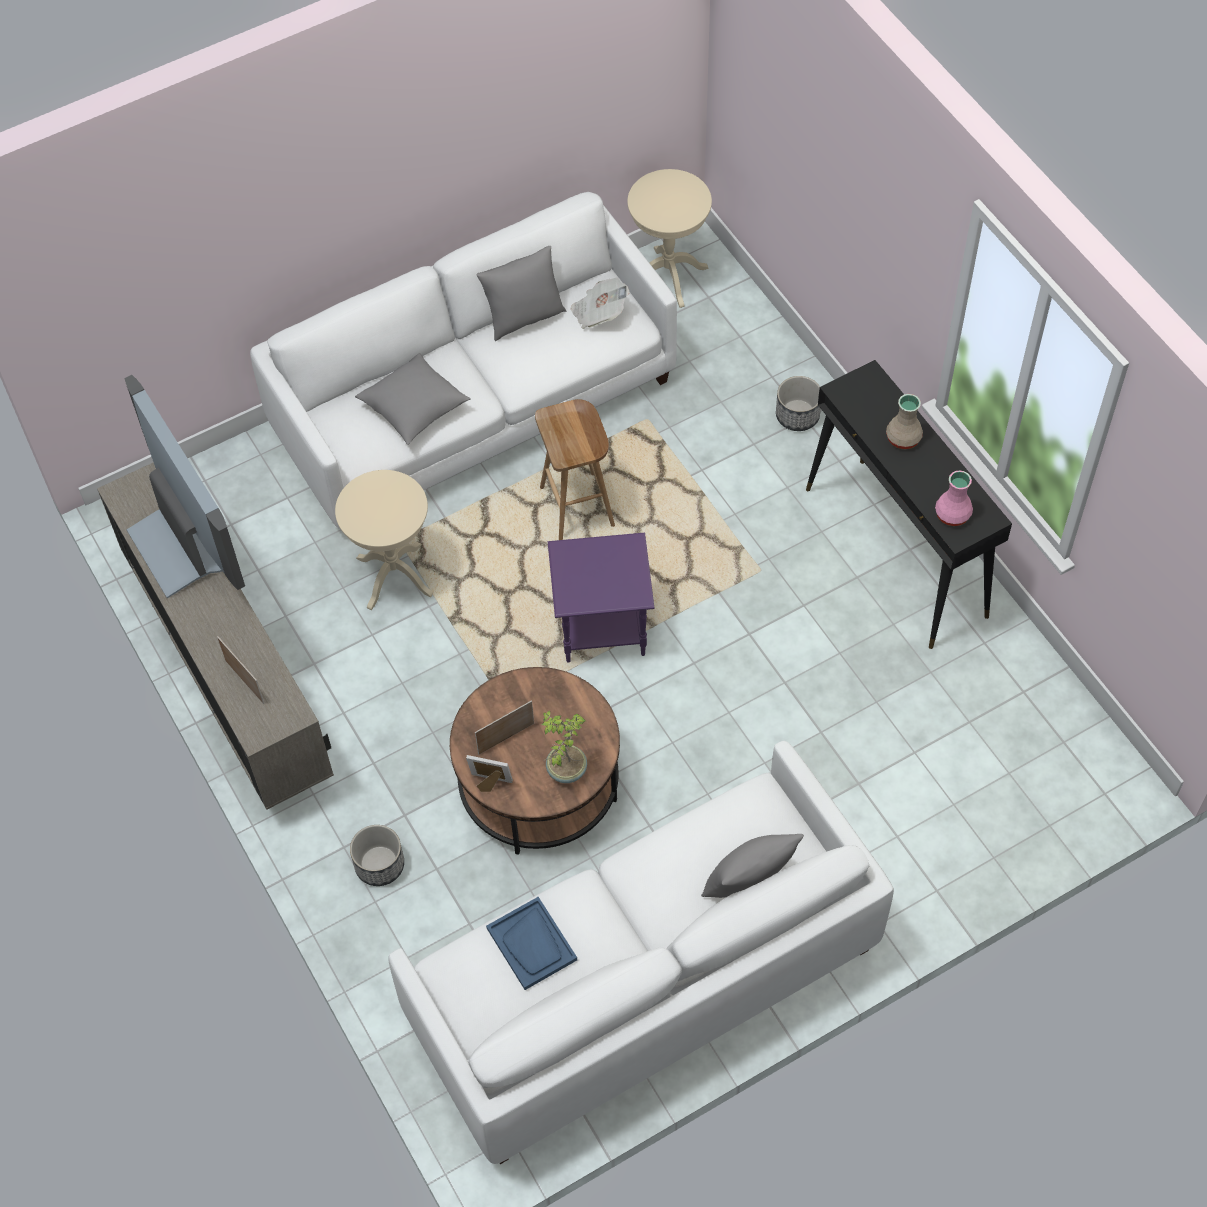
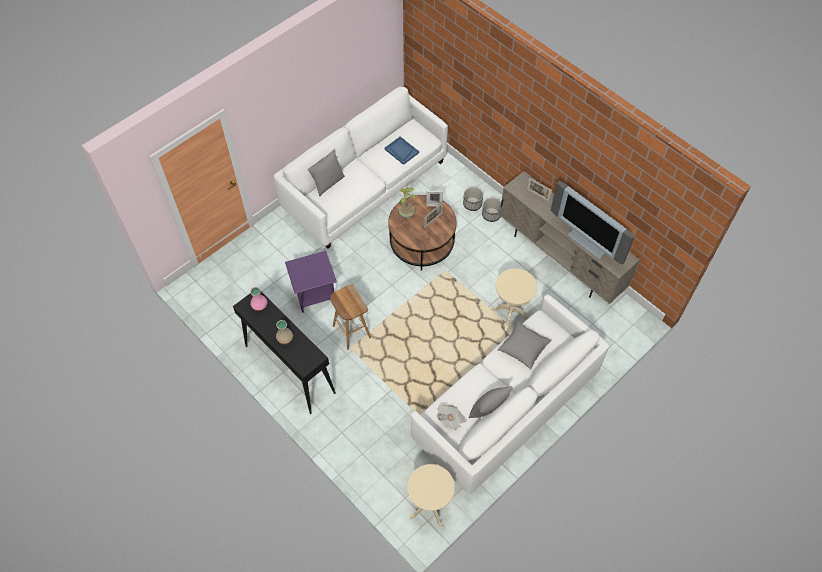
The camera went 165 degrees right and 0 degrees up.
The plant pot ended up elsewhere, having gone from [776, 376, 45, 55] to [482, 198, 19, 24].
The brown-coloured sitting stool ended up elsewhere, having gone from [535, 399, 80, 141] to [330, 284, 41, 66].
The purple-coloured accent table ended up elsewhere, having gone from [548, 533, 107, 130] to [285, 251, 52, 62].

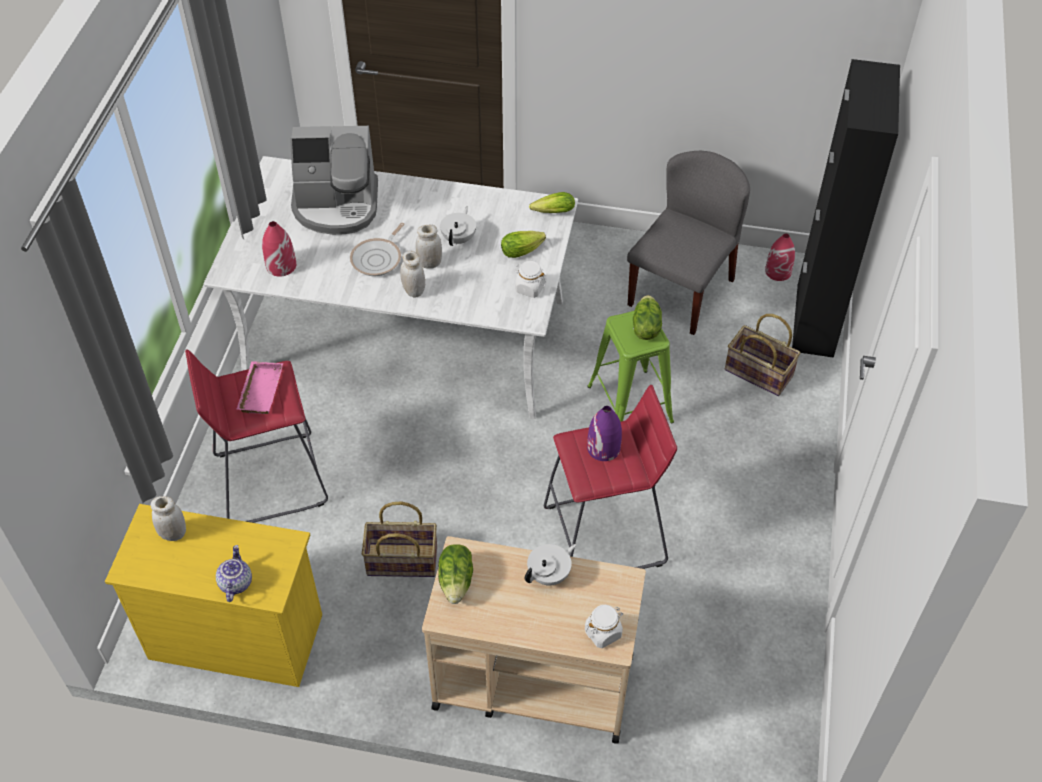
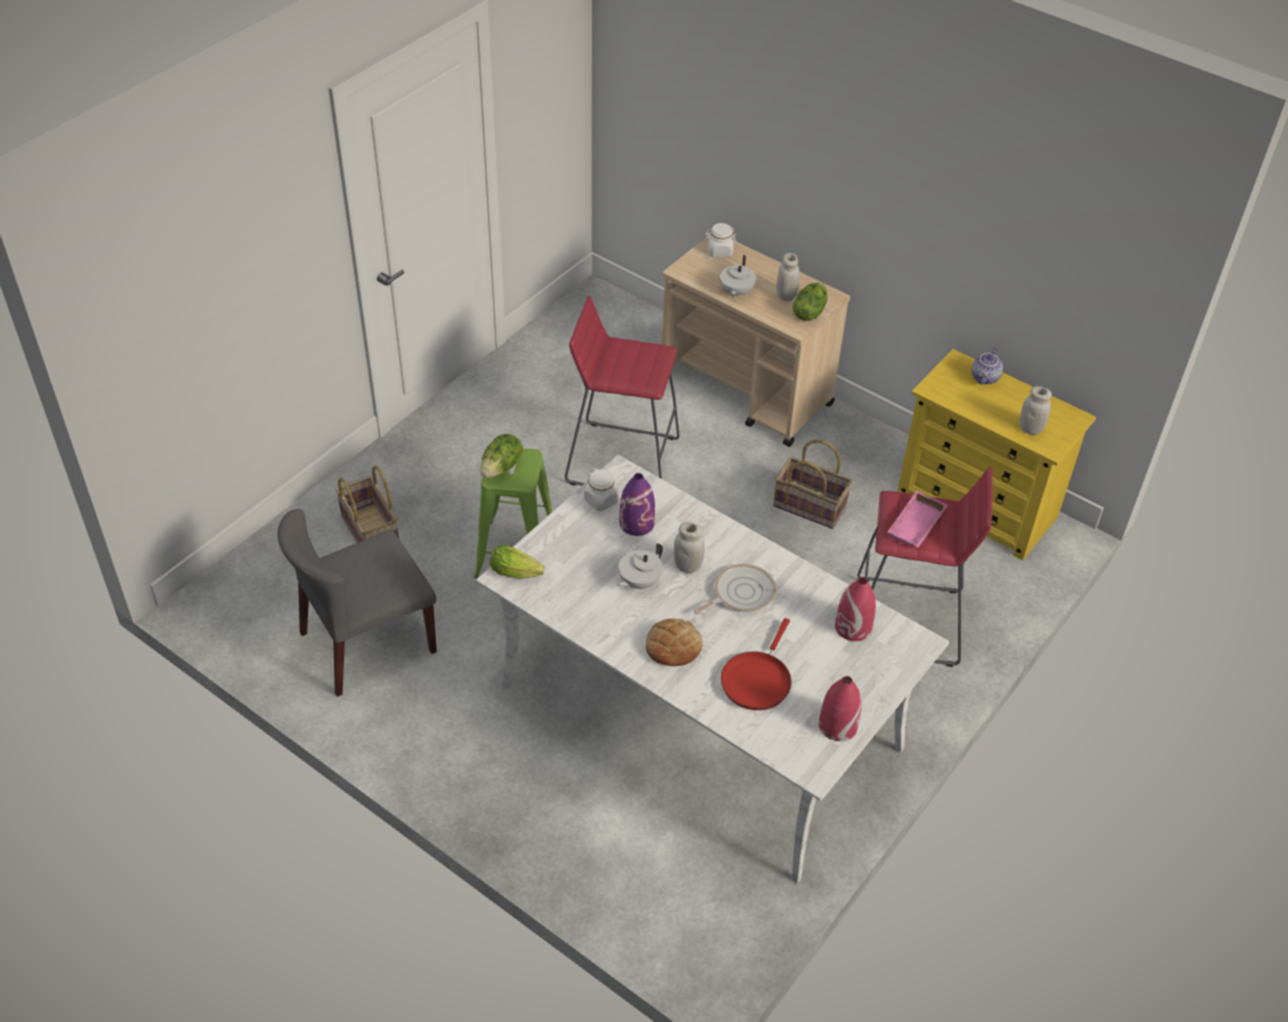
The camera went 155 degrees left and 5 degrees down.
The second view lost the blackish cupboard at [792, 59, 108, 299].
Where the coffee maker stood at [290, 126, 88, 109], the red-coloured pan came to stand at [721, 618, 71, 92].
The second view lost the lettuce head at [501, 231, 45, 27].
The red-coloured flower vase ended up elsewhere, having gone from [765, 233, 30, 48] to [819, 676, 43, 65].
The whitish jar ended up elsewhere, having gone from [400, 251, 25, 46] to [777, 253, 23, 48].
The purple-coloured flower vase ended up elsewhere, having gone from [587, 406, 35, 55] to [619, 473, 36, 63].
The whitish pot for tea at [525, 544, 51, 42] ended up facing another way, 60 degrees counterclockwise from before.
The second view gained the bread at [646, 619, 57, 47].

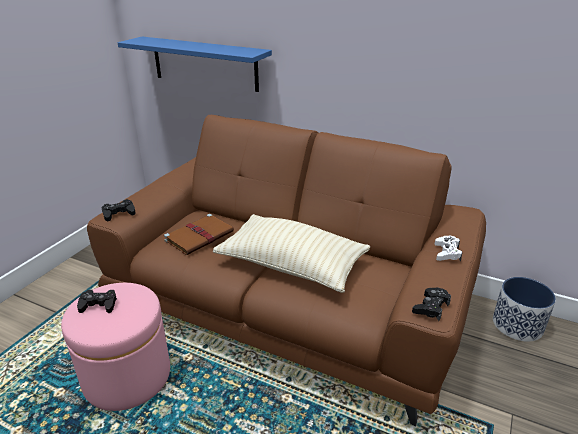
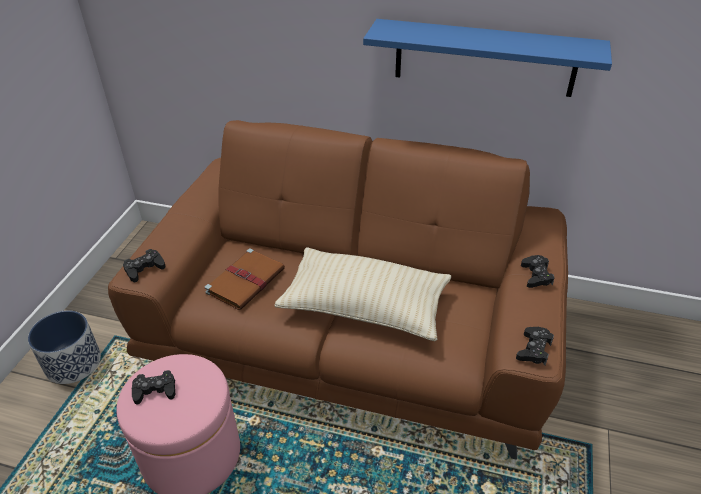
The camera went 10 degrees left and 10 degrees up.
The bluish wall shelf ended up elsewhere, having gone from [118, 37, 154, 55] to [363, 19, 249, 78].
What was the whitish joypad at [435, 236, 27, 25] turned into the blackish joypad at [521, 255, 34, 33].
The plant pot ended up elsewhere, having gone from [493, 277, 63, 65] to [28, 310, 73, 74].

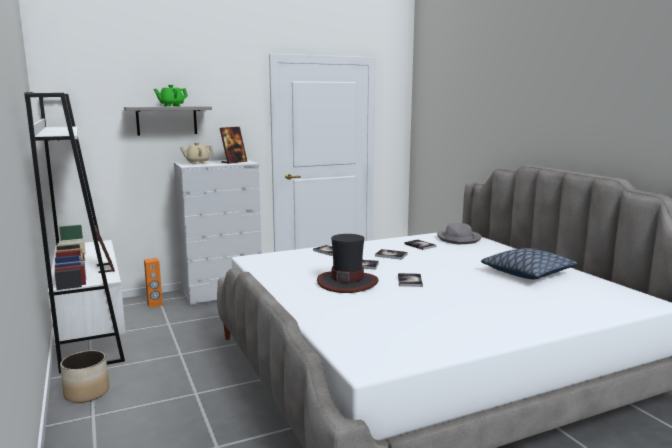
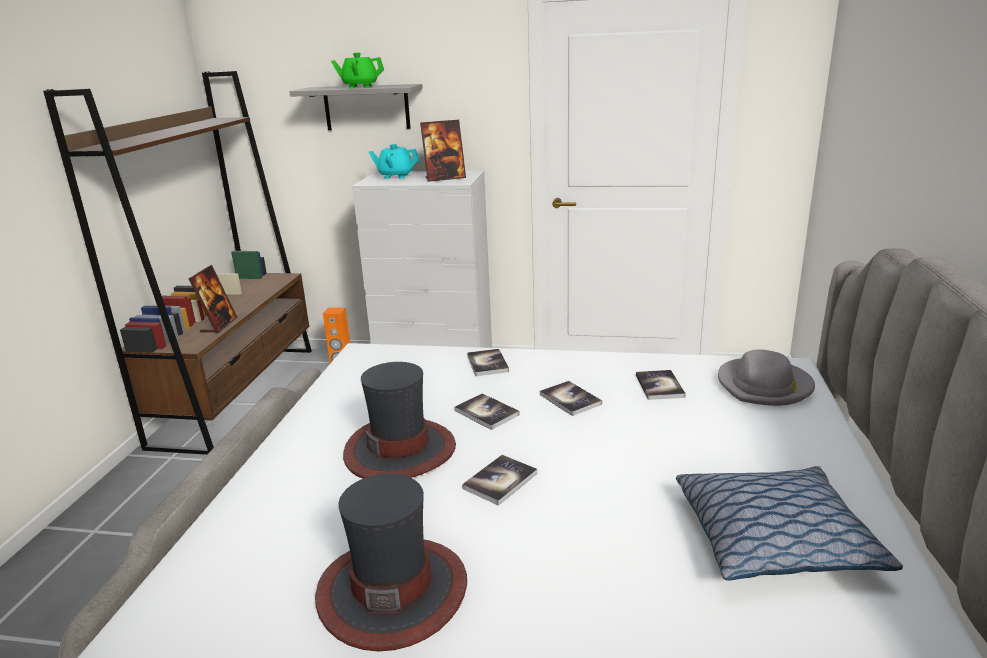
The camera went 35 degrees right and 10 degrees up.
What was the whitish bookcase at [24, 92, 102, 281] turned into the brown-coloured bookcase at [43, 71, 269, 384].
What was the sand-coloured pot for tea at [180, 142, 34, 22] turned into the turquoise pot for tea at [369, 144, 50, 35].
The second view lost the plant pot at [60, 351, 49, 52].
The second view gained the clothing hat at [315, 474, 152, 177].

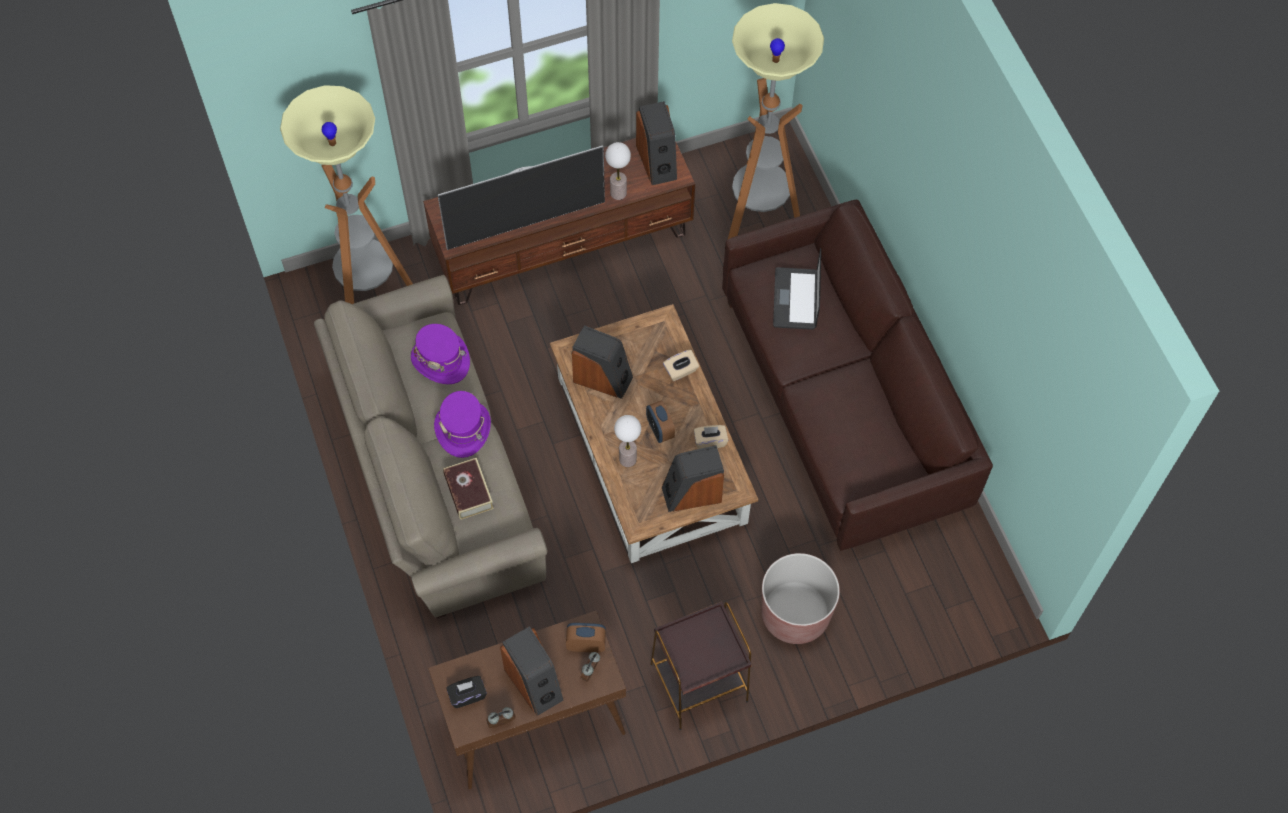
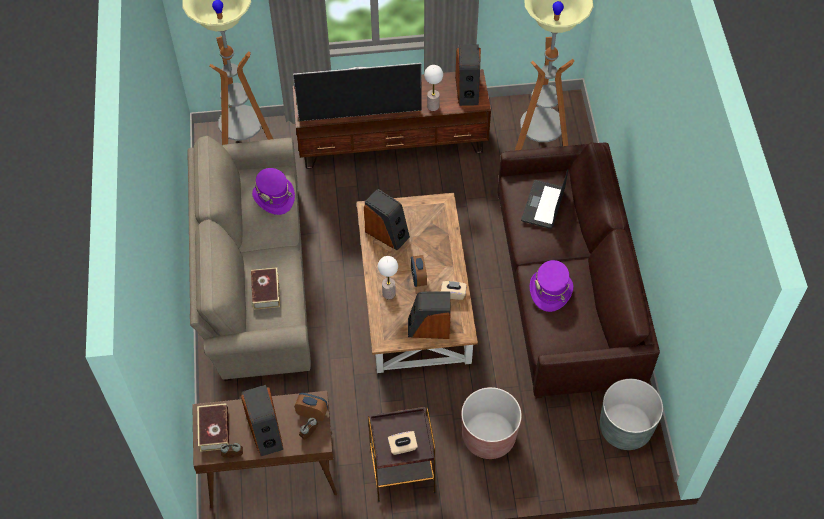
The camera went 15 degrees right and 5 degrees down.
The sand-coloured box of tissues ended up elsewhere, having gone from [663, 350, 36, 31] to [388, 431, 30, 24].
The purple-coloured clothing hat ended up elsewhere, having gone from [434, 391, 57, 67] to [530, 260, 43, 52].
Where the blackish box of tissues stood at [446, 676, 41, 32], the book came to stand at [197, 403, 32, 49].
The second view gained the greyish plant pot at [600, 379, 63, 71].

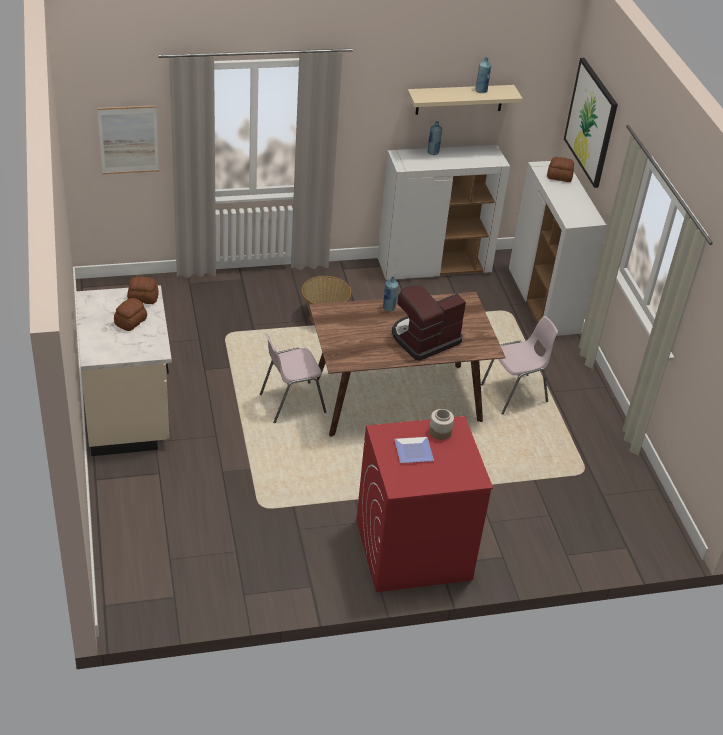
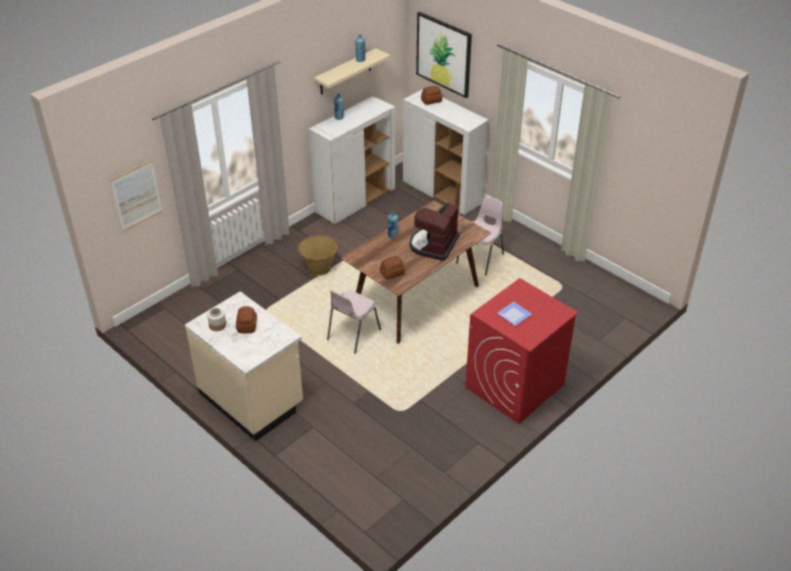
The camera went 30 degrees left and 0 degrees up.
The bread ended up elsewhere, having gone from [127, 276, 32, 28] to [380, 256, 25, 23].
The jar ended up elsewhere, having gone from [429, 409, 25, 31] to [207, 308, 19, 23].

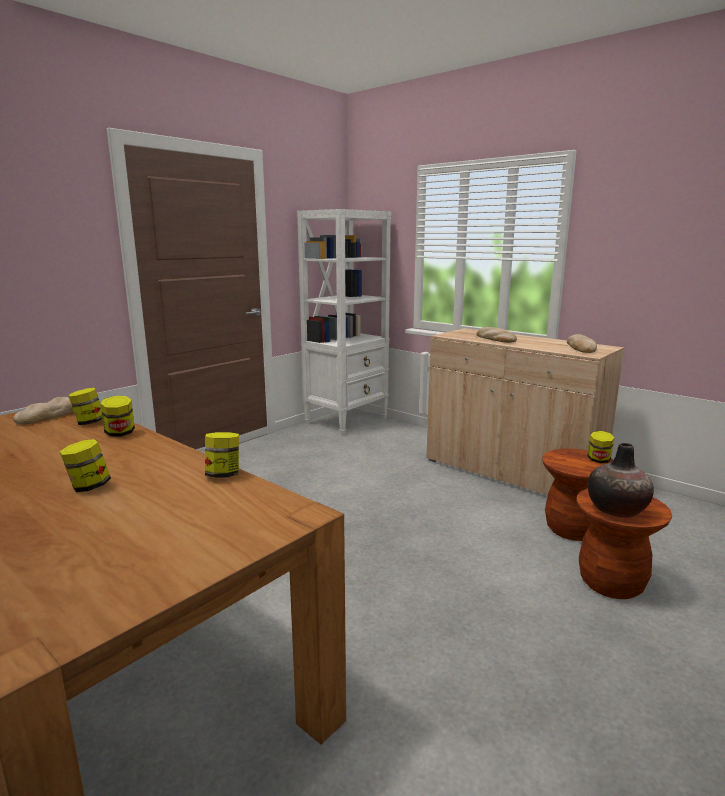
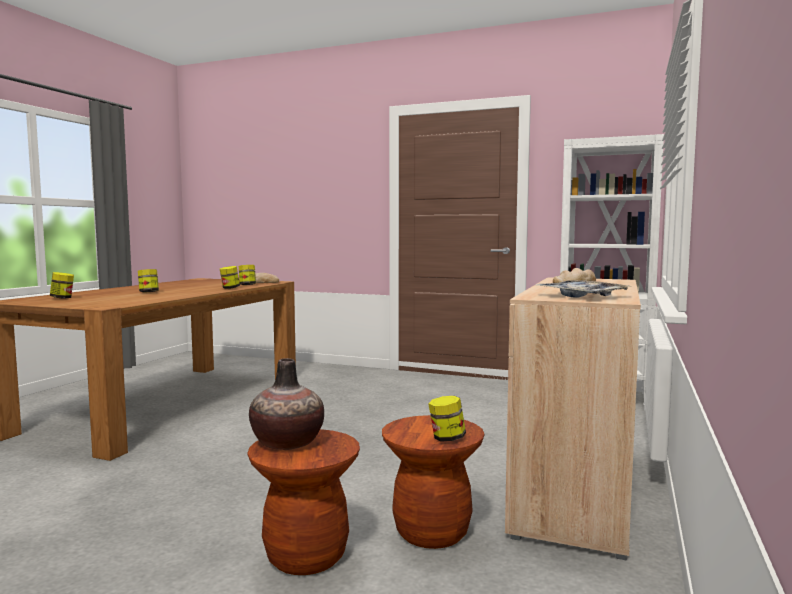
The camera went 70 degrees right and 10 degrees down.
Where the bread stood at [567, 334, 30, 19], the serving tray came to stand at [536, 280, 96, 18].
The jar ended up elsewhere, having gone from [205, 432, 34, 46] to [50, 272, 24, 27].

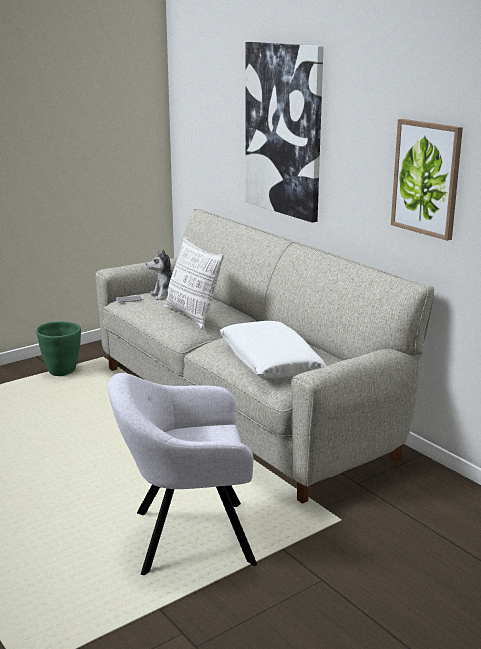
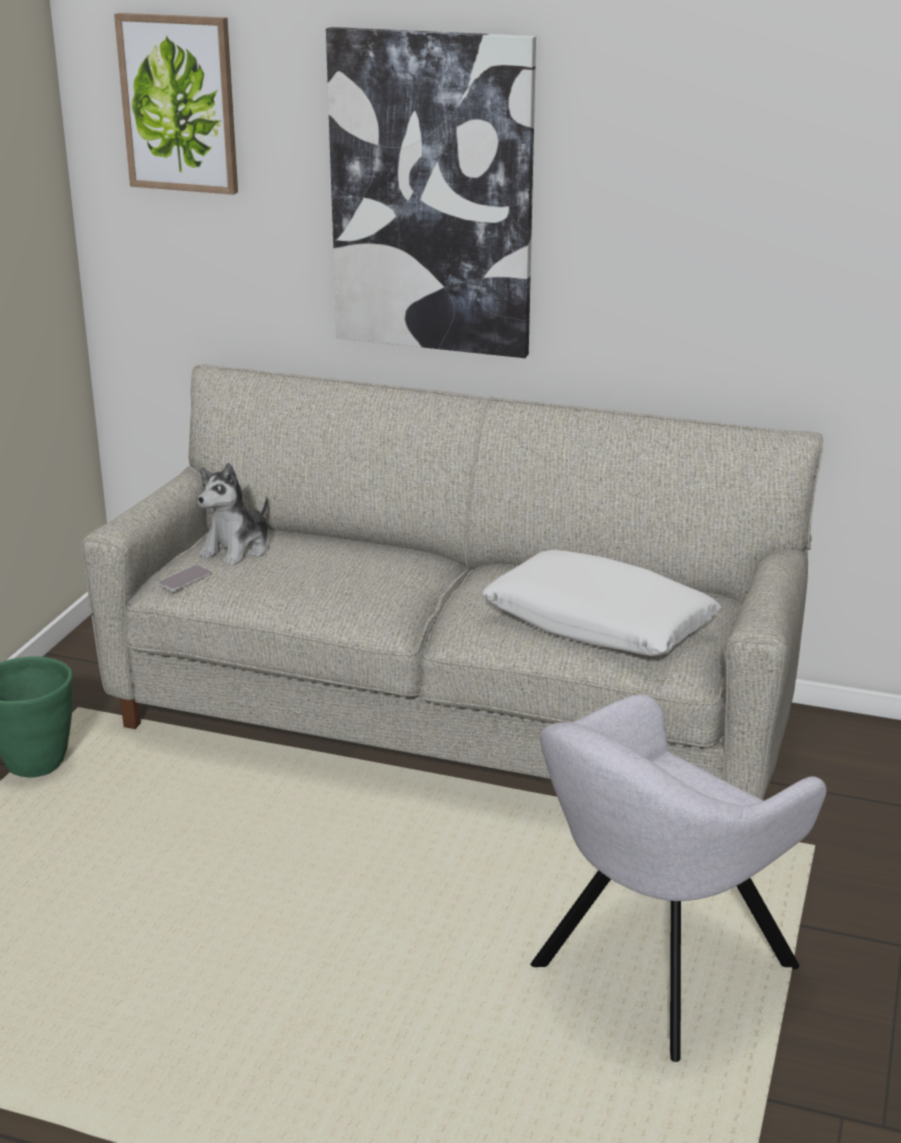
The camera went 35 degrees left and 5 degrees up.
The picture ended up elsewhere, having gone from [391, 119, 72, 122] to [114, 13, 124, 182].
The second view lost the pillow at [164, 236, 60, 94].

